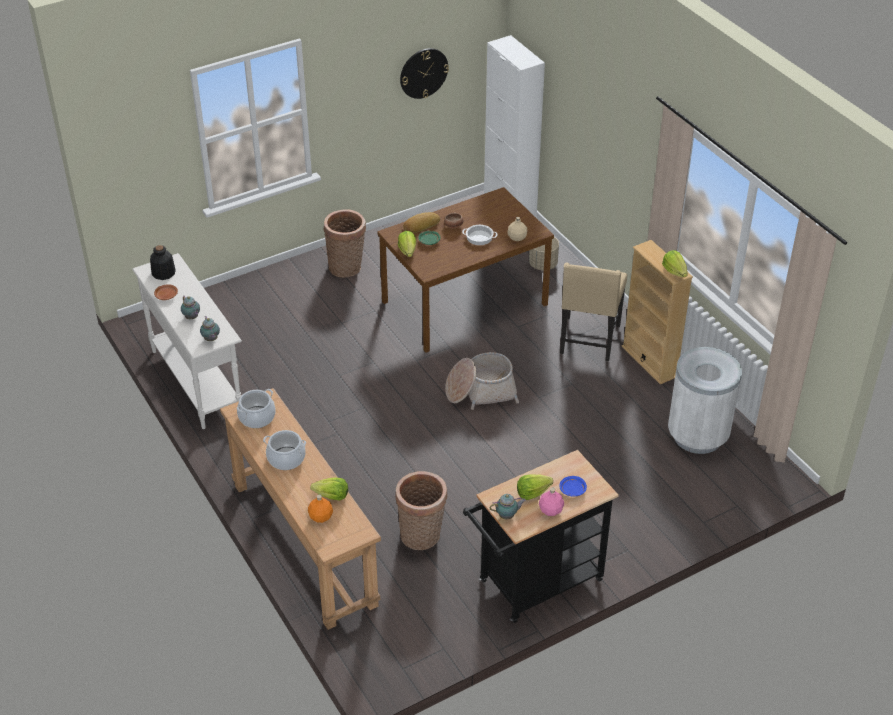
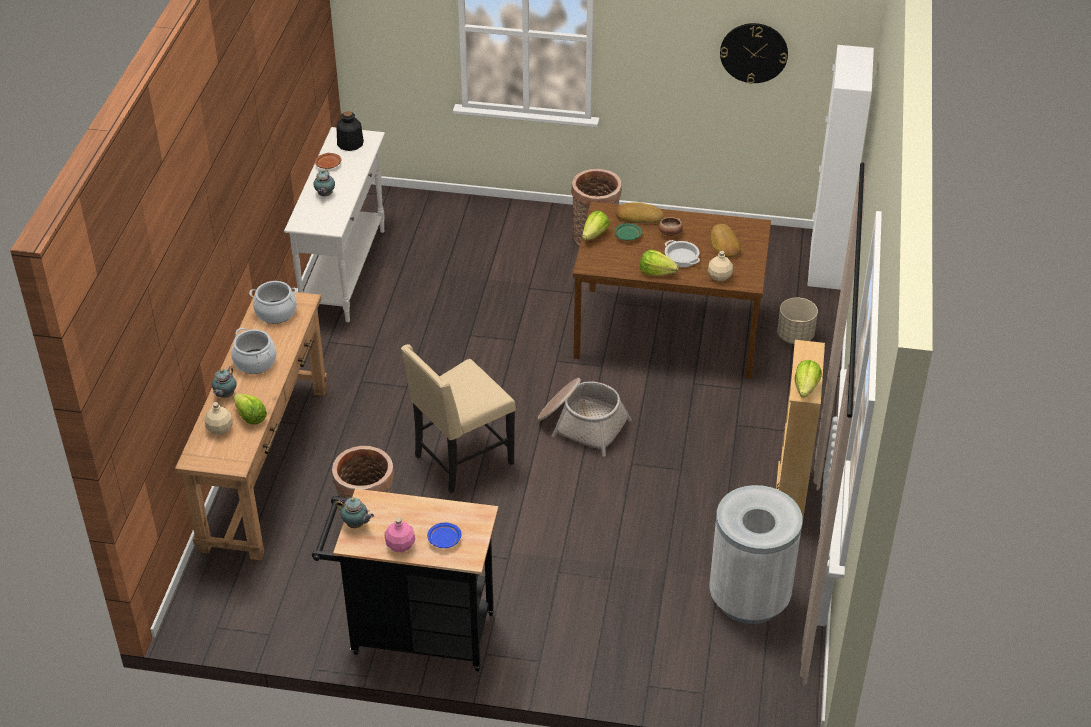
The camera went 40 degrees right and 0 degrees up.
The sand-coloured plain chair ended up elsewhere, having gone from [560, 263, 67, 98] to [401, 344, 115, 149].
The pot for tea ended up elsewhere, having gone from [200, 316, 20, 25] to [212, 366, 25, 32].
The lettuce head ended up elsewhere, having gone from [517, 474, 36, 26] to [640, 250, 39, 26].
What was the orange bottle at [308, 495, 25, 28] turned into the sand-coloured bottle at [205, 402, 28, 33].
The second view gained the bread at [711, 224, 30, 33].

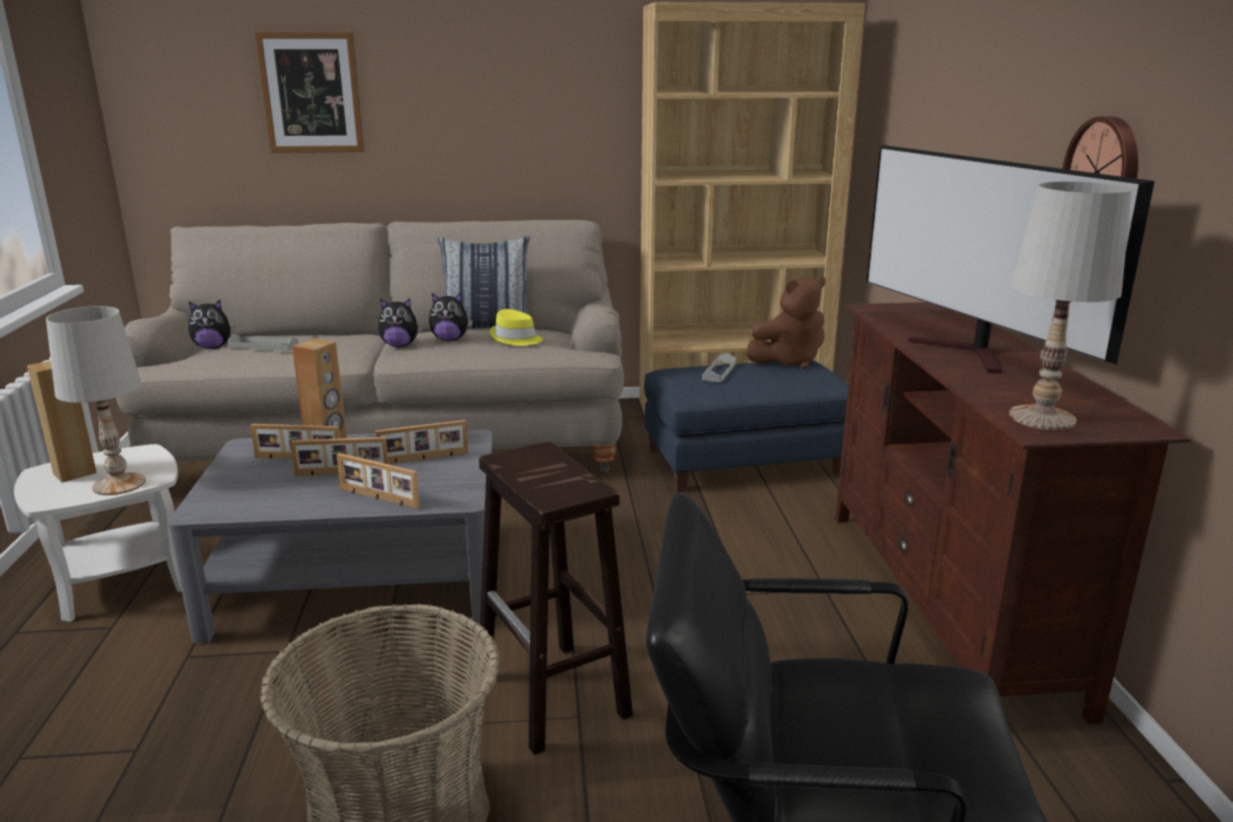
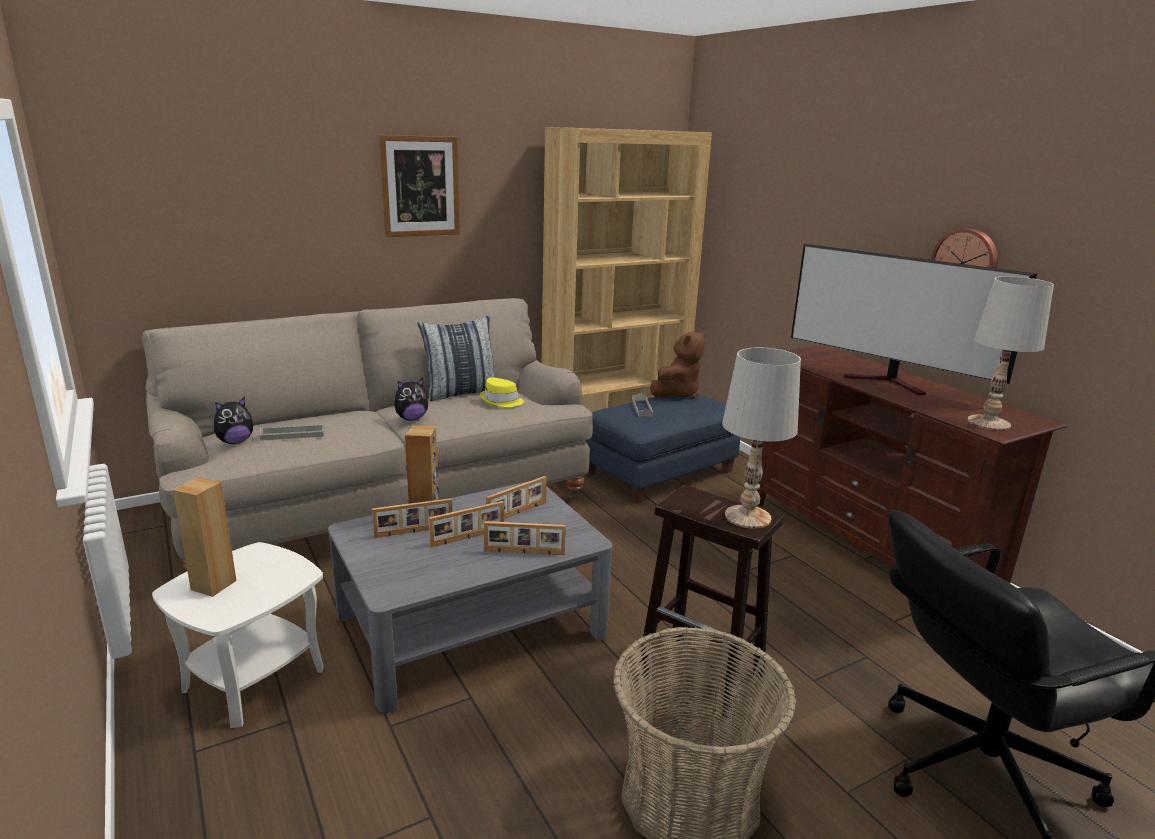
The camera went 25 degrees left and 0 degrees up.
The picture ended up elsewhere, having gone from [255, 32, 109, 121] to [379, 135, 81, 102].
The second view lost the cuddly toy at [429, 293, 44, 48].
The whitish tabletop lamp ended up elsewhere, having gone from [46, 306, 100, 189] to [722, 347, 79, 182].

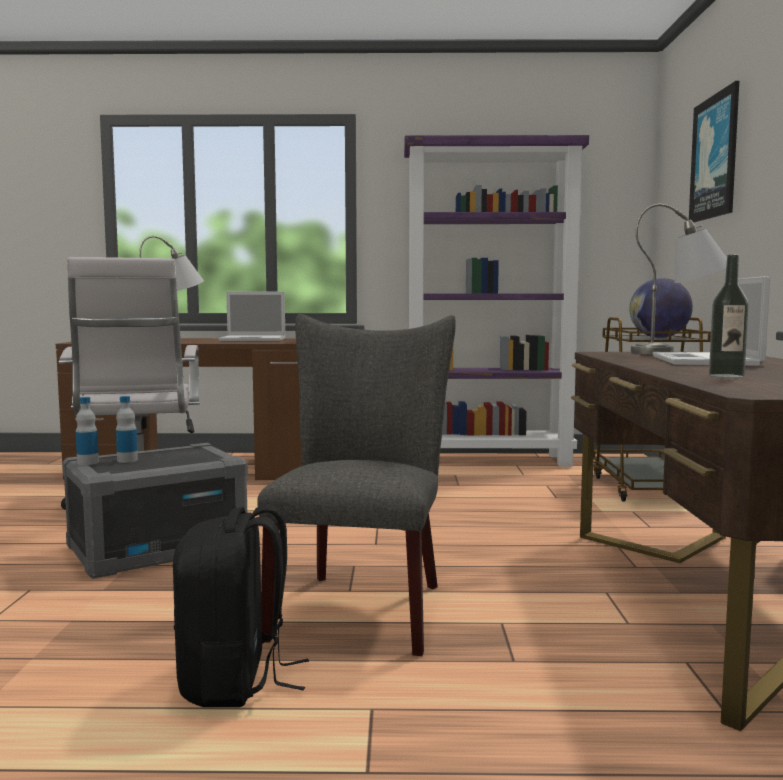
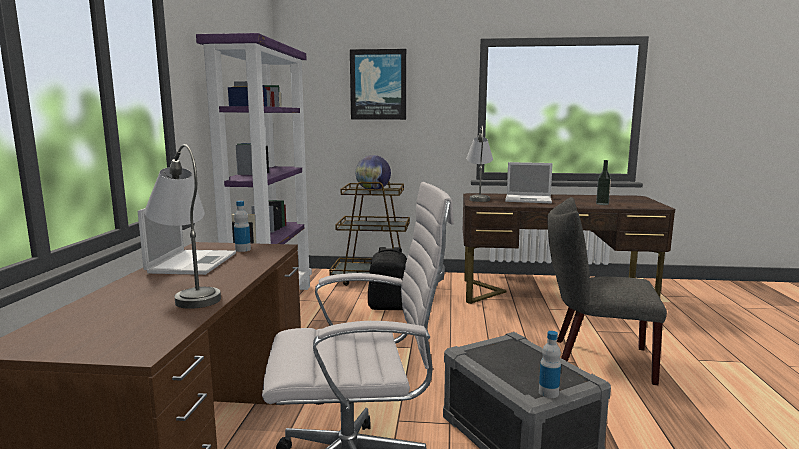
The camera went 85 degrees left and 5 degrees up.
The bottle ended up elsewhere, having gone from [116, 396, 22, 67] to [234, 201, 17, 51].
The blackish rucksack ended up elsewhere, having gone from [173, 504, 136, 203] to [368, 247, 39, 63].

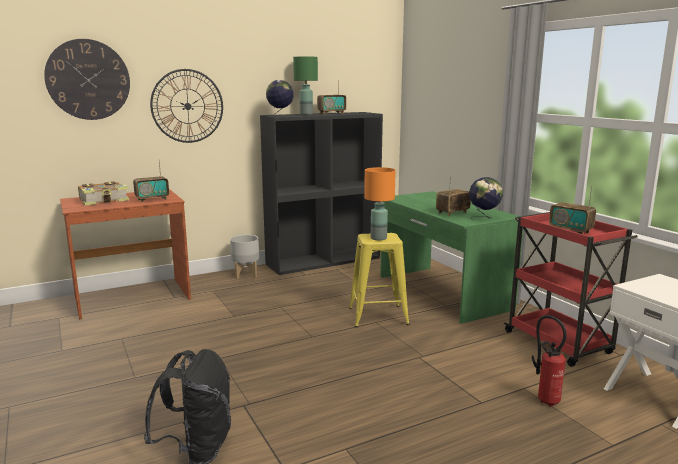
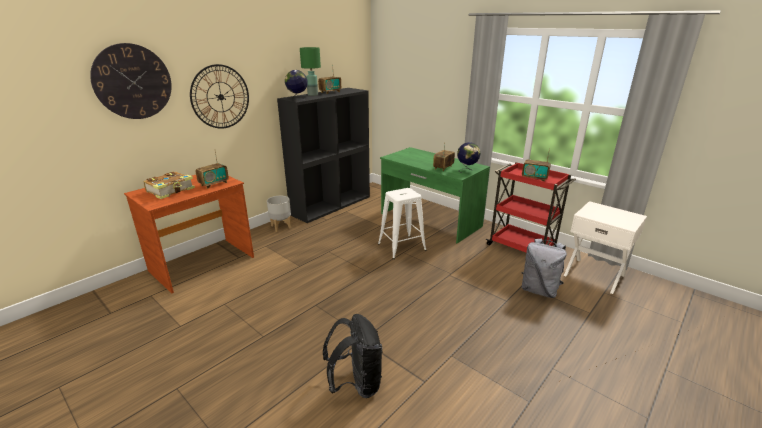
The camera went 20 degrees left and 10 degrees up.
The second view lost the orange tabletop lamp at [364, 167, 32, 73].
What was the yellow sitting stool at [349, 233, 60, 94] turned into the whitish sitting stool at [378, 188, 48, 71].
Where the extinguisher stood at [532, 315, 35, 92], the greyish rucksack came to stand at [521, 238, 46, 60].

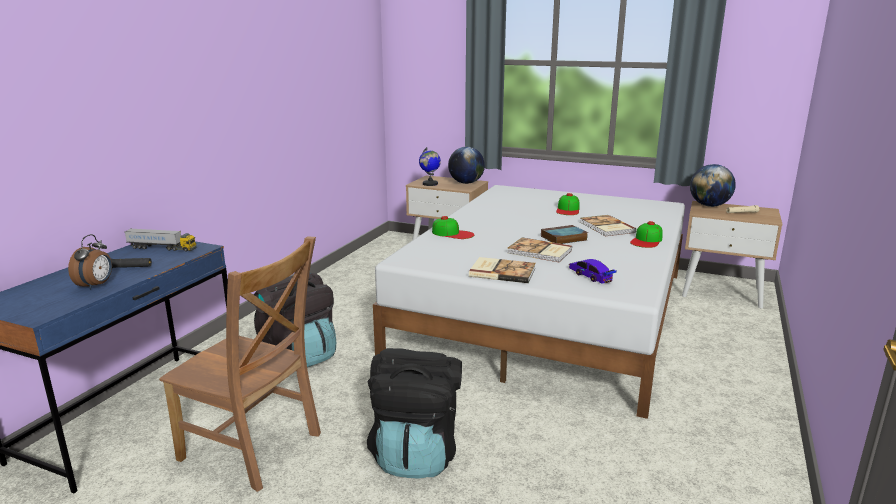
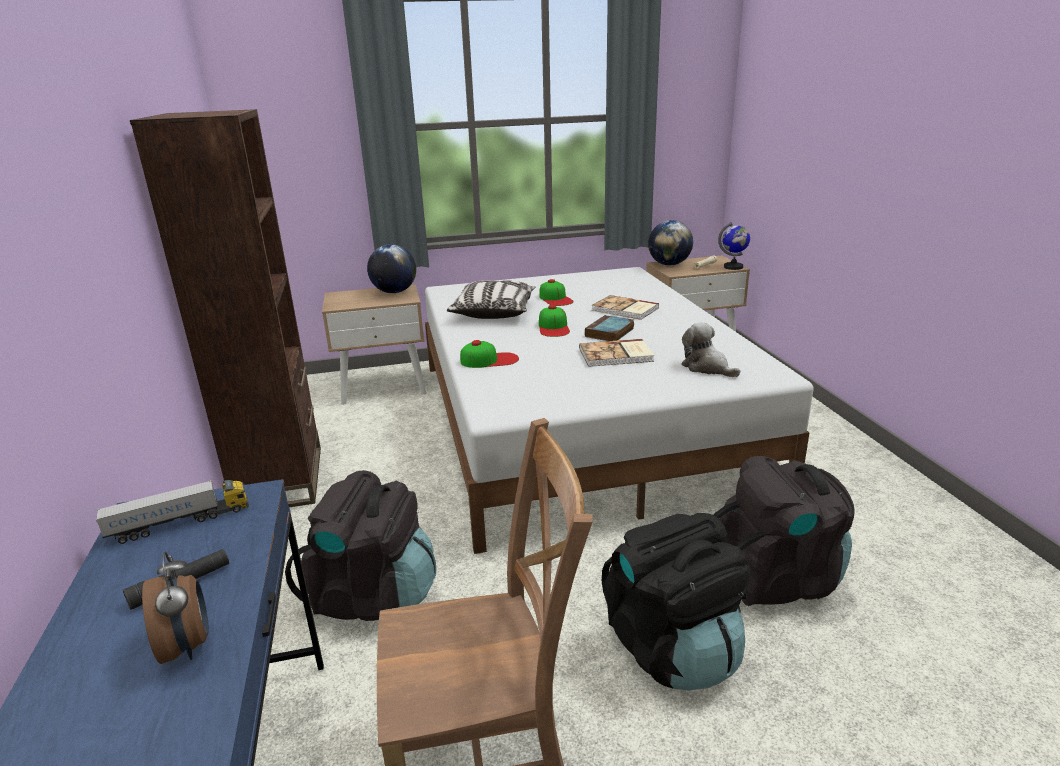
The camera went 35 degrees left and 5 degrees up.
The desk globe ended up elsewhere, having gone from [419, 147, 22, 39] to [718, 222, 32, 48].
The peaked cap ended up elsewhere, having gone from [630, 221, 33, 27] to [539, 305, 31, 32].
The second view lost the book at [469, 257, 67, 26].
Where the toy car stood at [569, 259, 48, 25], the cuddly toy came to stand at [681, 322, 59, 55].
The second view gained the brown-coloured bookcase at [130, 109, 191, 398].
The second view gained the pillow at [447, 280, 88, 39].
The second view gained the blackish rucksack at [714, 456, 141, 150].

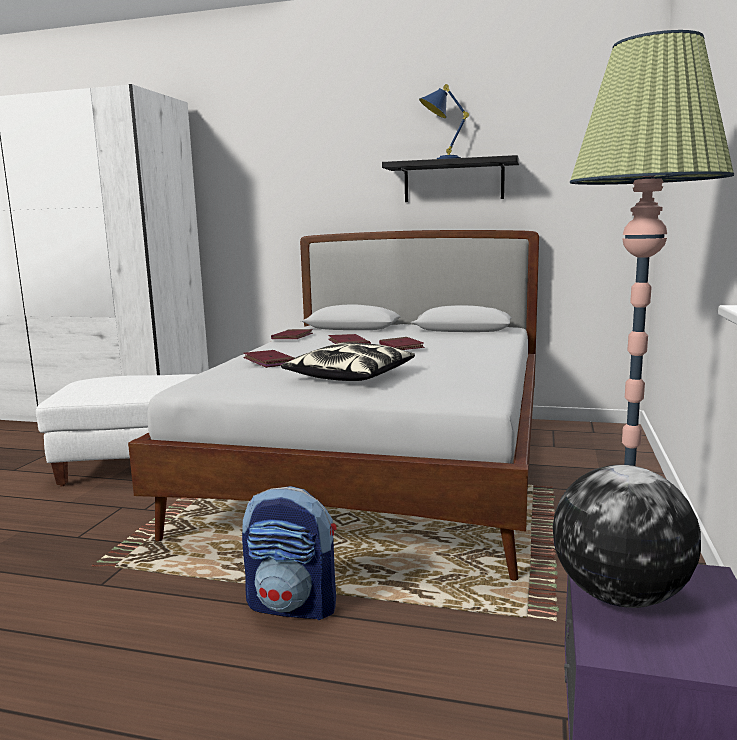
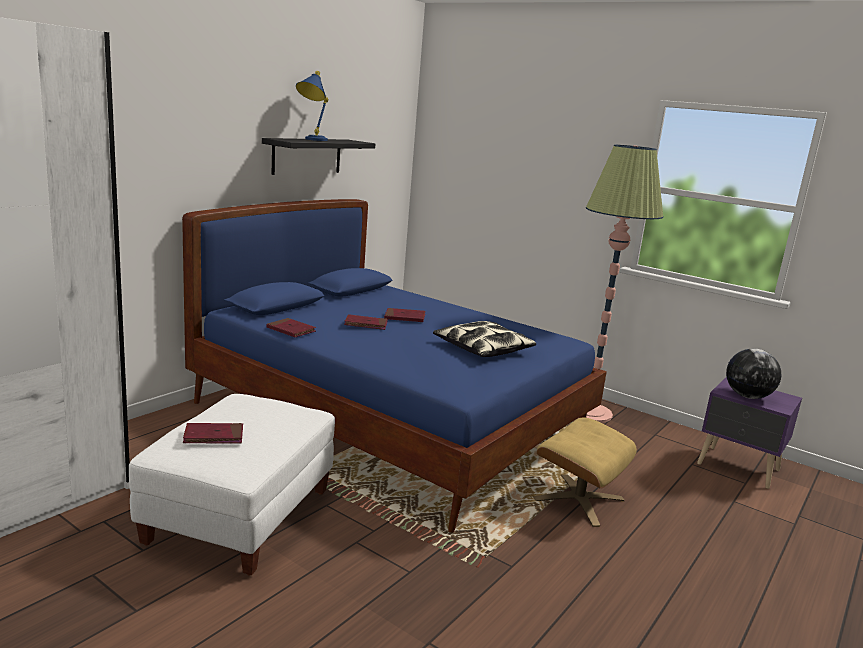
The camera went 70 degrees left and 5 degrees up.
What was the whitish bed at [128, 230, 411, 351] turned into the bluish bed at [182, 199, 425, 334].
The red-coloured book ended up elsewhere, having gone from [243, 350, 52, 18] to [183, 423, 60, 21].
Where the rucksack stood at [242, 486, 95, 134], the sand-coloured footrest came to stand at [534, 417, 103, 110].

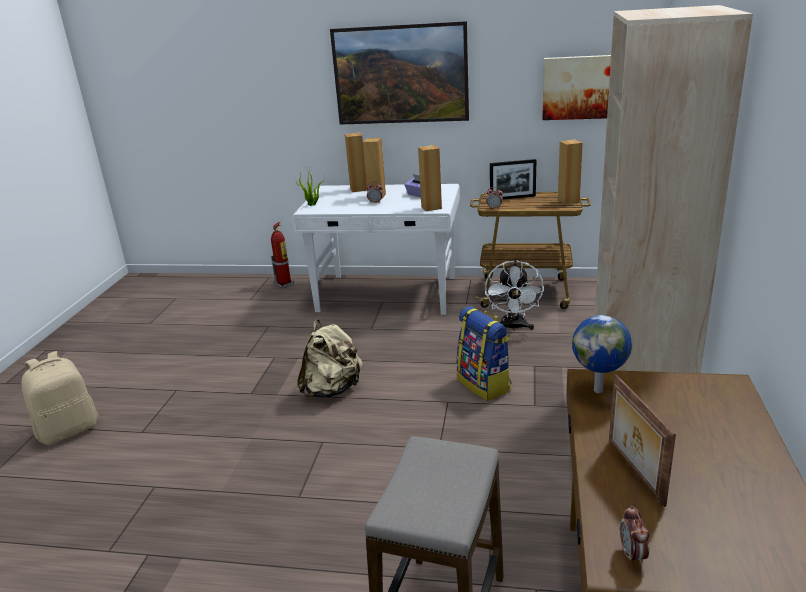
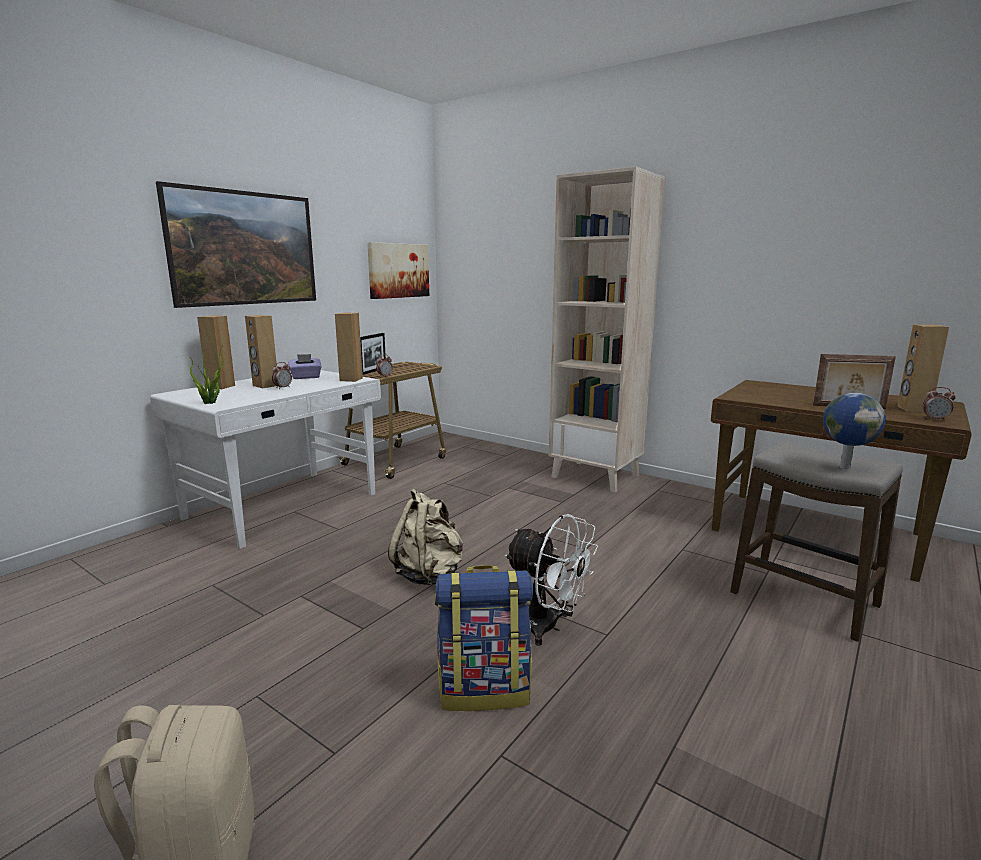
The camera went 65 degrees left and 10 degrees down.
The brown-coloured loudspeaker ended up elsewhere, having gone from [558, 139, 25, 65] to [897, 324, 52, 88].
The second view lost the extinguisher at [271, 222, 23, 67].
The whitish fan ended up elsewhere, having gone from [485, 260, 59, 71] to [504, 514, 94, 132].
The rucksack ended up elsewhere, having gone from [456, 306, 55, 95] to [435, 565, 98, 146].
The desk globe ended up elsewhere, having gone from [572, 315, 60, 78] to [823, 393, 63, 76].

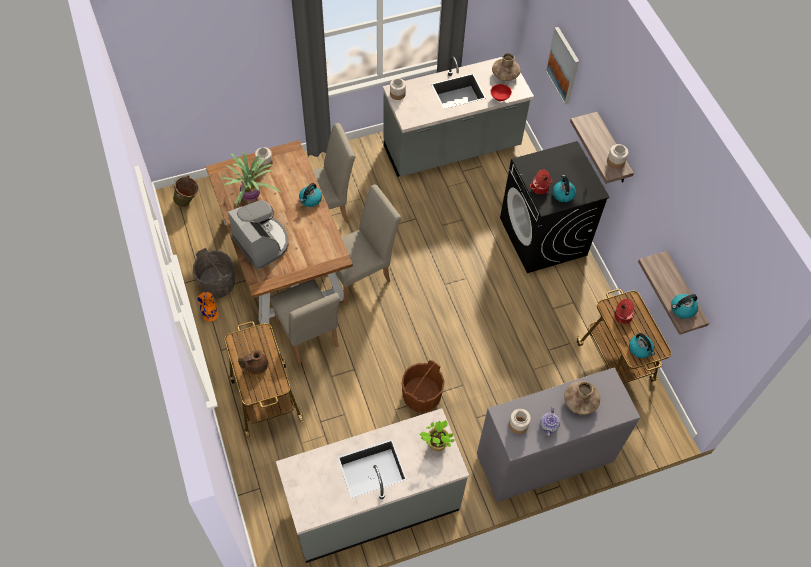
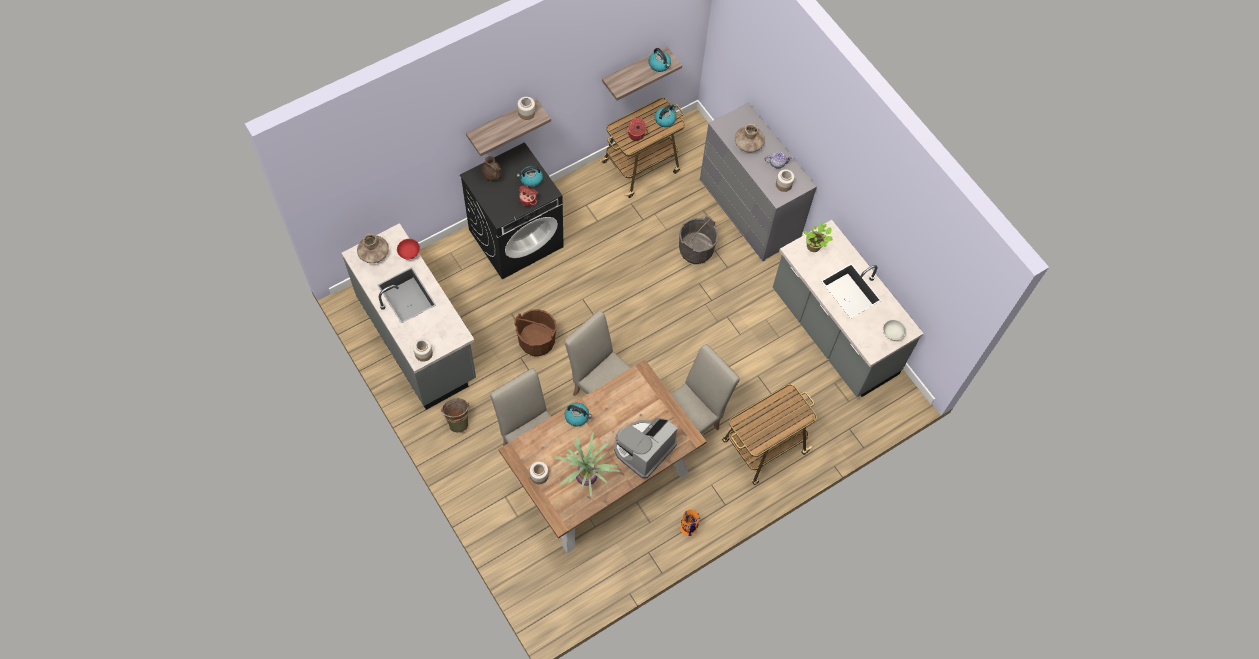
The camera went 105 degrees left and 5 degrees up.
The second view lost the picture at [545, 27, 34, 77].
The greenish water bucket ended up elsewhere, having gone from [172, 175, 27, 32] to [441, 398, 29, 35].
The greyish water bucket ended up elsewhere, having gone from [193, 248, 42, 50] to [679, 216, 39, 48].
The brown-coloured pot for tea ended up elsewhere, having gone from [238, 350, 30, 25] to [481, 156, 21, 25].
The brown-coloured water bucket ended up elsewhere, having gone from [401, 360, 44, 53] to [514, 309, 43, 47].
The second view gained the whitish serving bowl at [883, 319, 23, 21].

